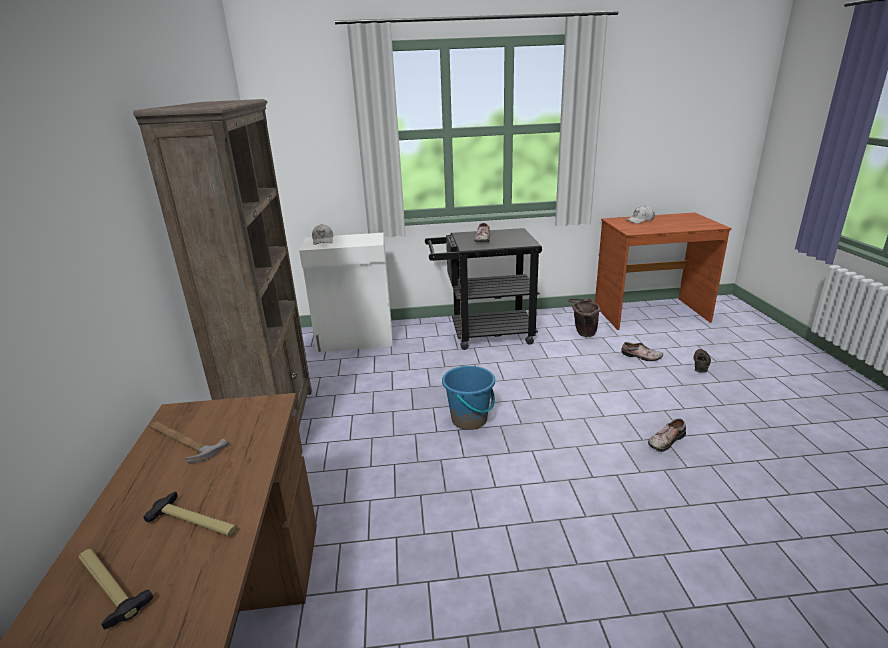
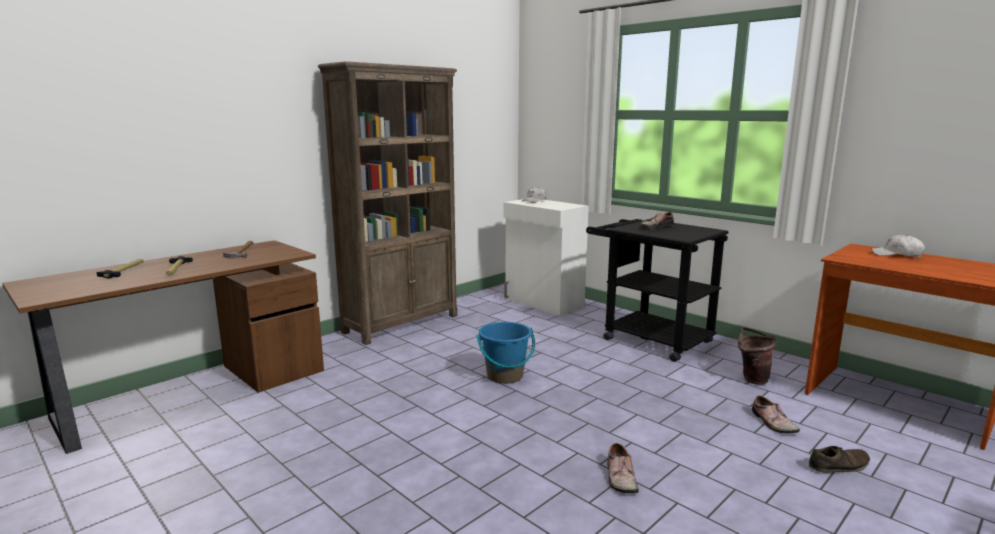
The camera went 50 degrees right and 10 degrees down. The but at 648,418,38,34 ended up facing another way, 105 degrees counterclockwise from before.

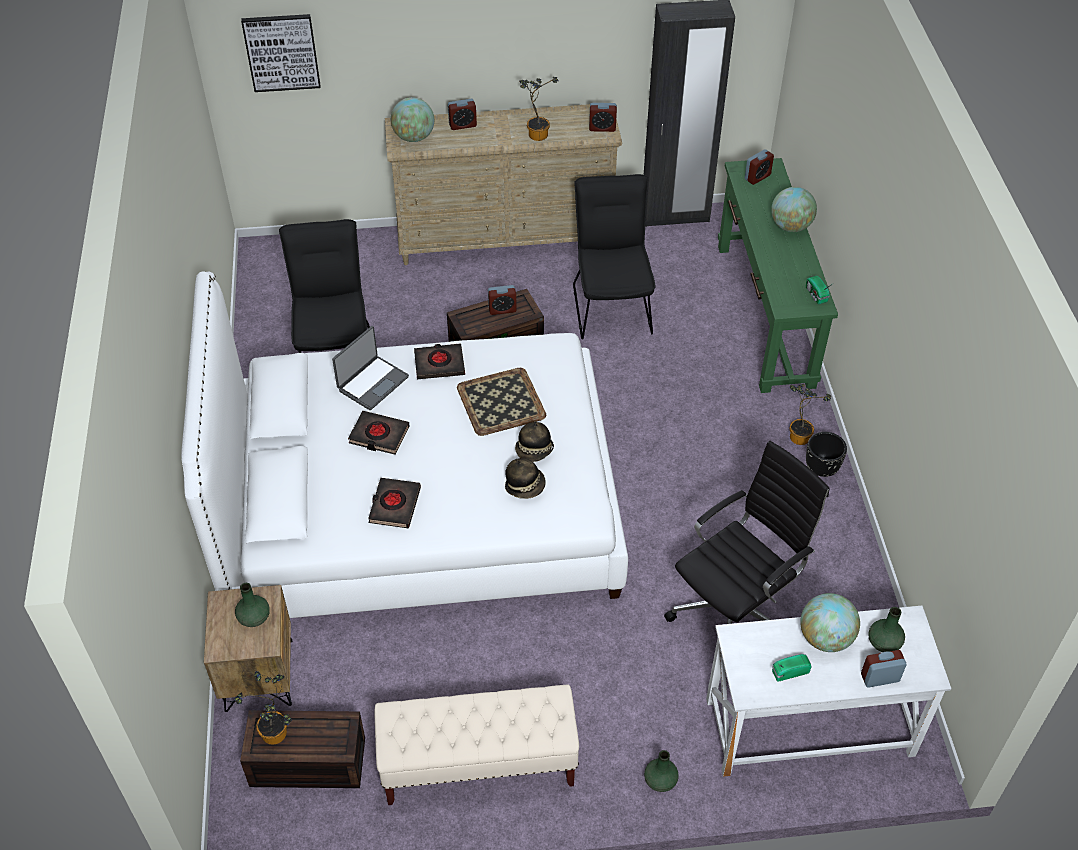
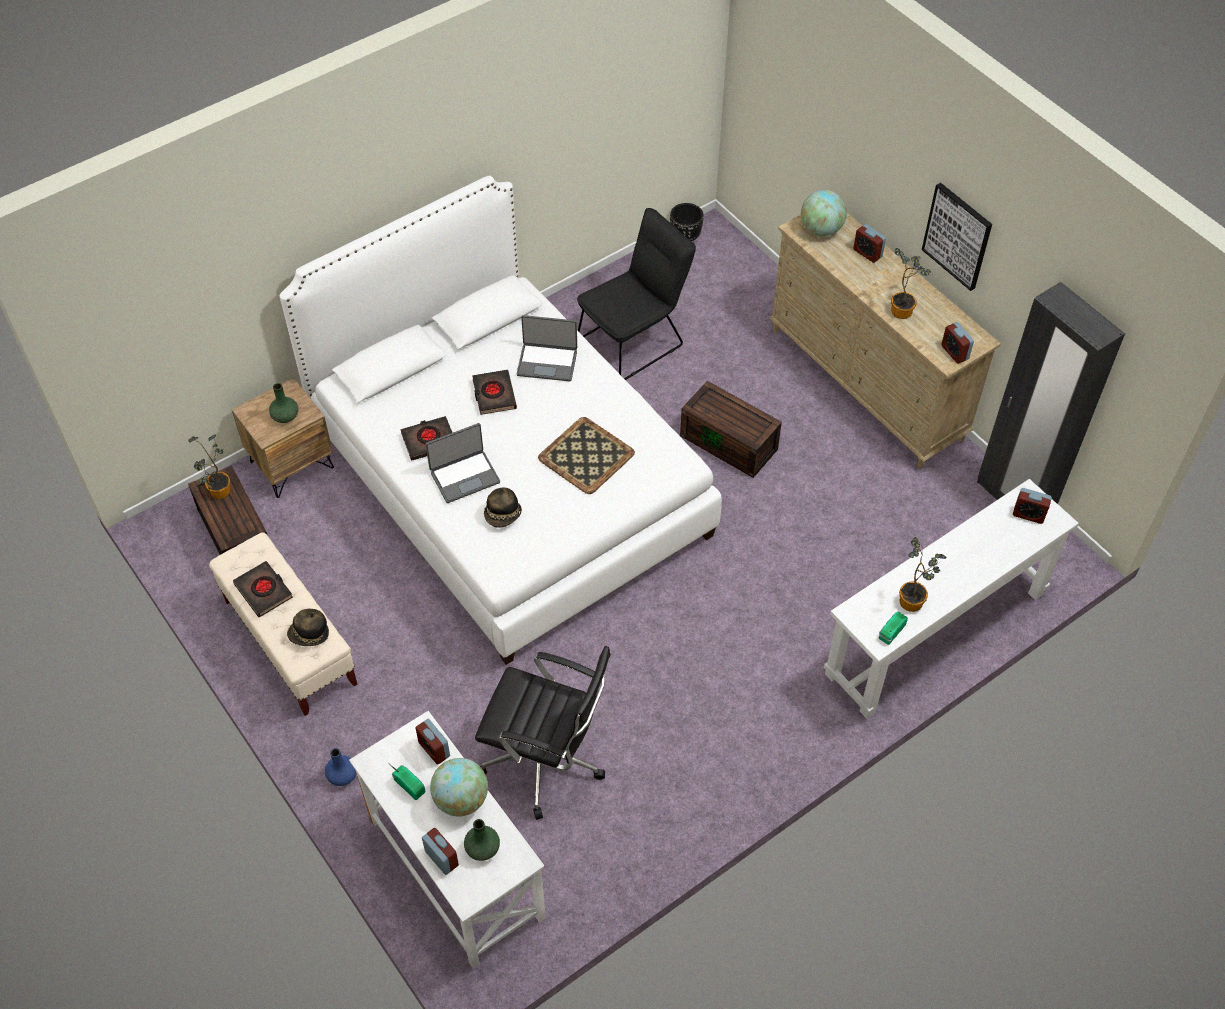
The camera went 60 degrees right and 5 degrees up. The second view lost the krzesło (czarny) at 573,174,83,165. The second view lost the globus at 771,187,46,45. The second view gained the laptop at 425,423,75,80. The obraz ended up elsewhere, having gone from 241,14,79,78 to 922,183,70,108. The książka (czarny) ended up elsewhere, having gone from 414,343,51,36 to 233,561,60,56. The budzik ended up elsewhere, having gone from 488,285,29,30 to 415,719,35,46. The kapelusz ended up elsewhere, having gone from 515,421,39,41 to 287,609,42,37. The roślina doniczkowa ended up elsewhere, having gone from 789,384,42,61 to 899,537,48,75. The donica (czarny) ended up elsewhere, having gone from 806,432,41,45 to 670,203,34,38. What was the wazon (zielony) at 644,750,35,42 turned into the wazon (niebieski) at 325,748,31,38. What was the stolik konsolowy (zielony) at 718,158,120,235 turned into the stolik konsolowy (biały) at 824,479,255,240.

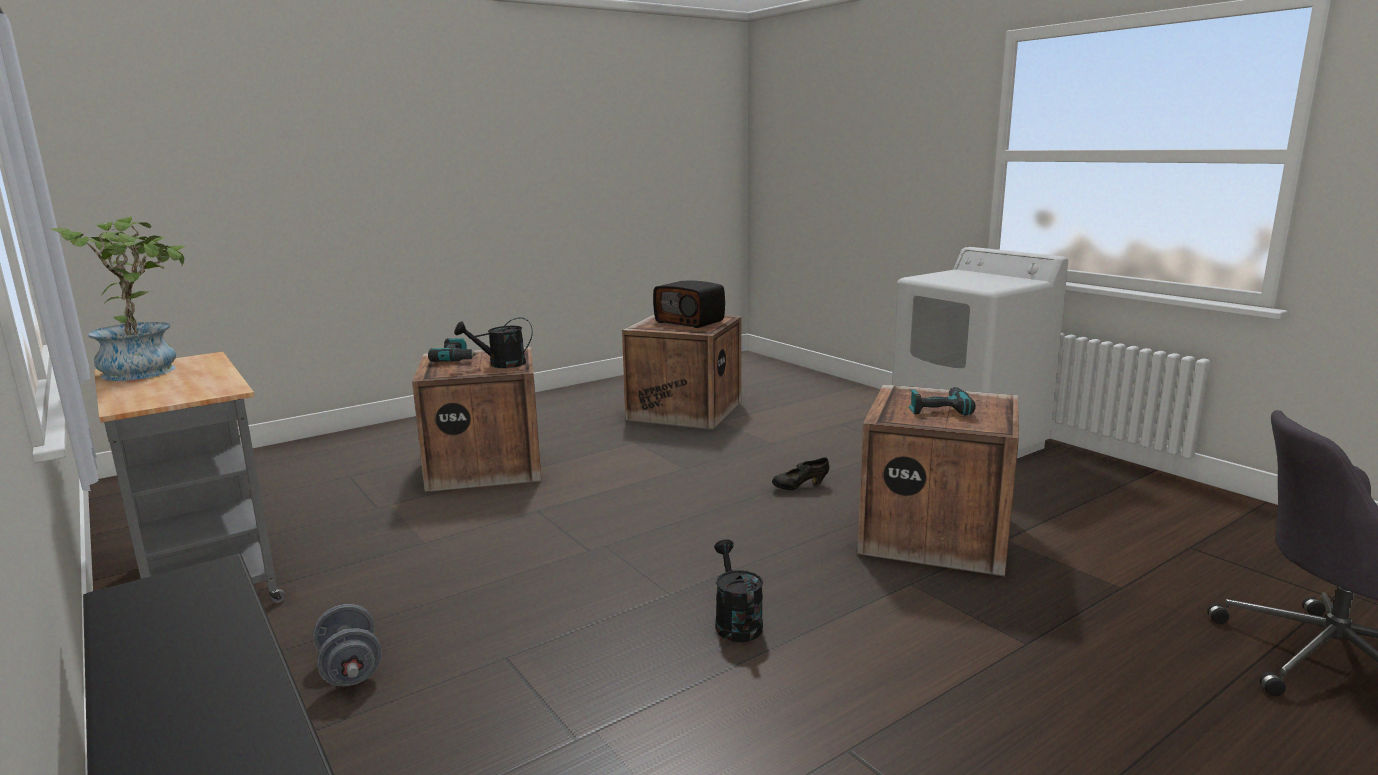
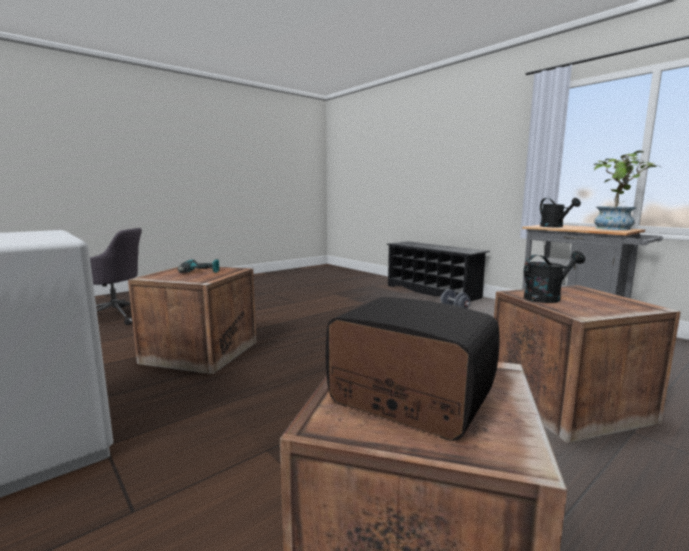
The camera went 175 degrees right and 5 degrees down. The second view lost the wiertarka at 428,338,50,24. The second view lost the but (czarny) at 772,457,57,33. The konewka (czarny) ended up elsewhere, having gone from 714,539,49,103 to 540,198,41,29.

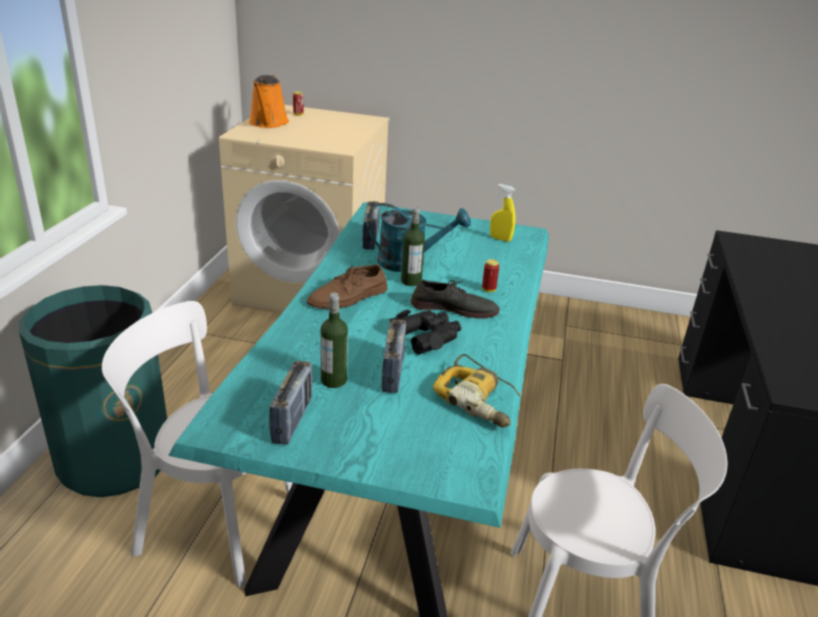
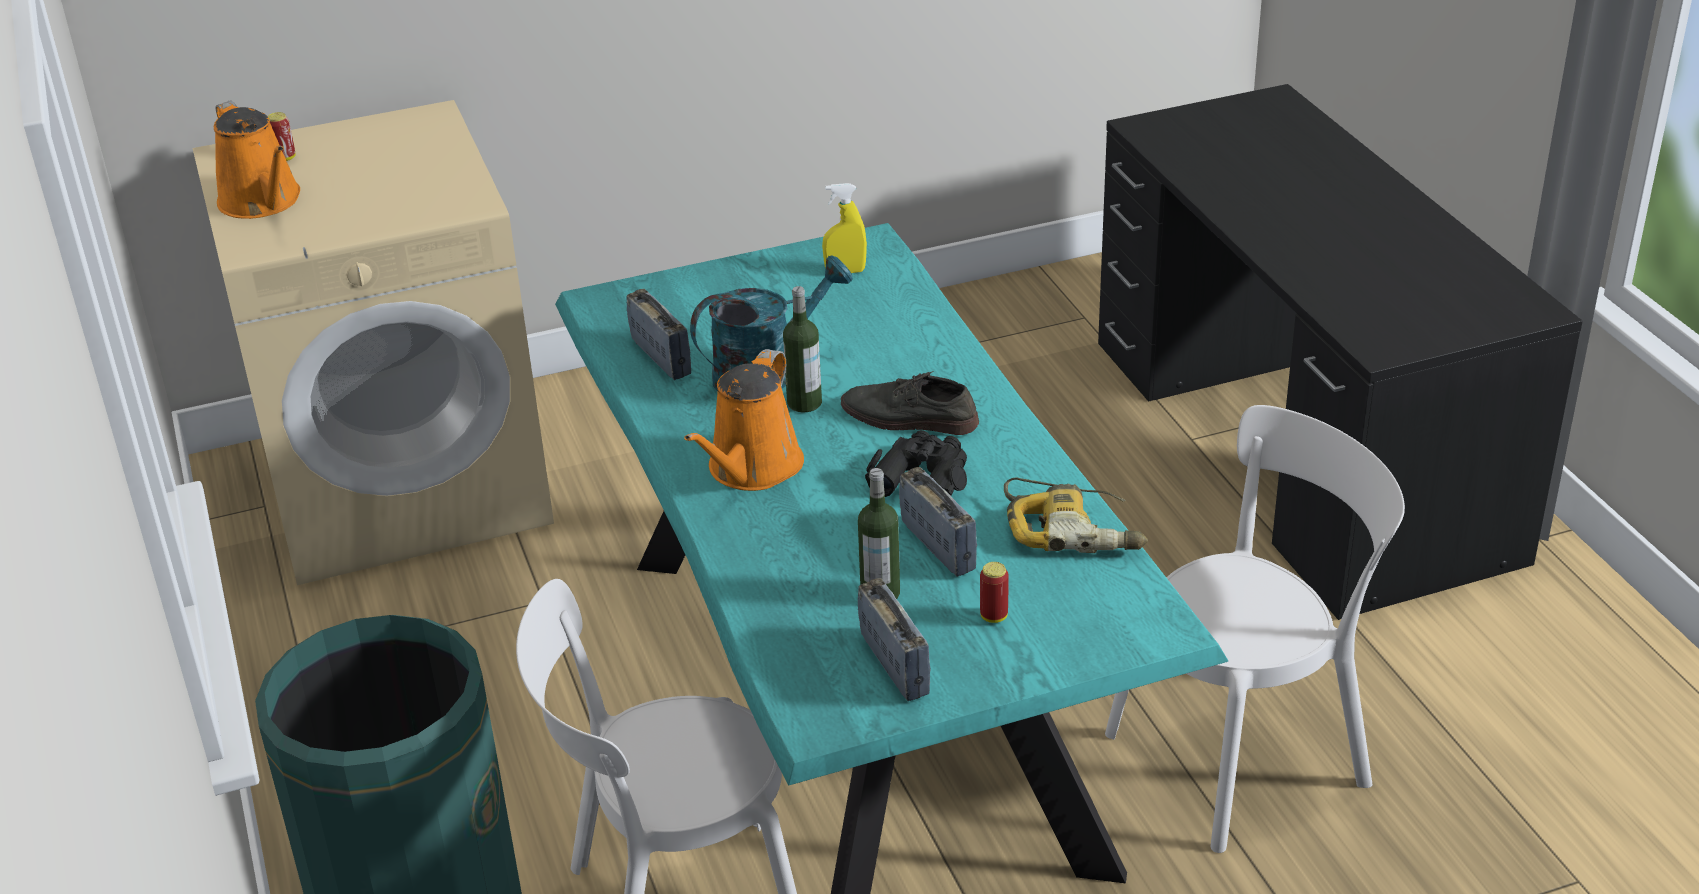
The camera went 30 degrees left and 5 degrees up. The puszka ended up elsewhere, having gone from 482,259,17,33 to 980,562,29,61. Where the but (brązowy) stood at 307,264,80,45, the konewka (pomarańczowy) came to stand at 684,349,120,142. The but (szary) at 410,279,90,40 ended up facing another way, 135 degrees counterclockwise from before.

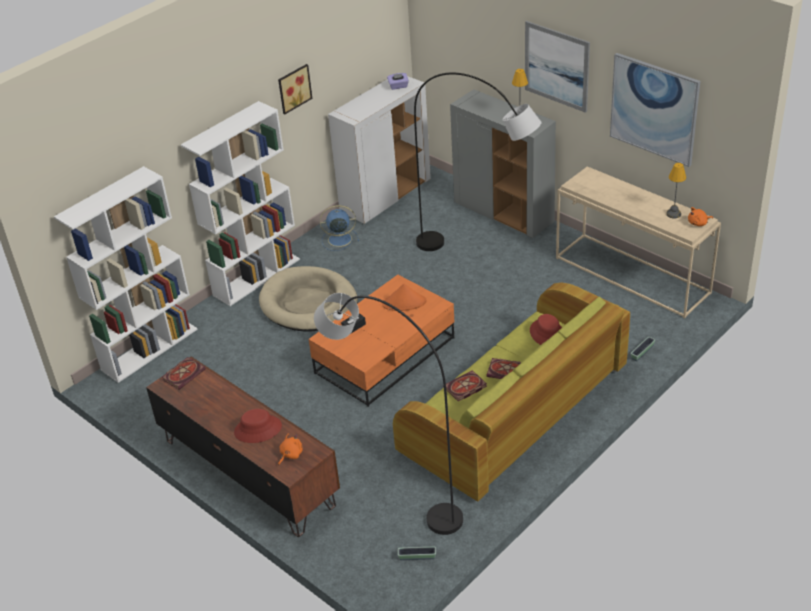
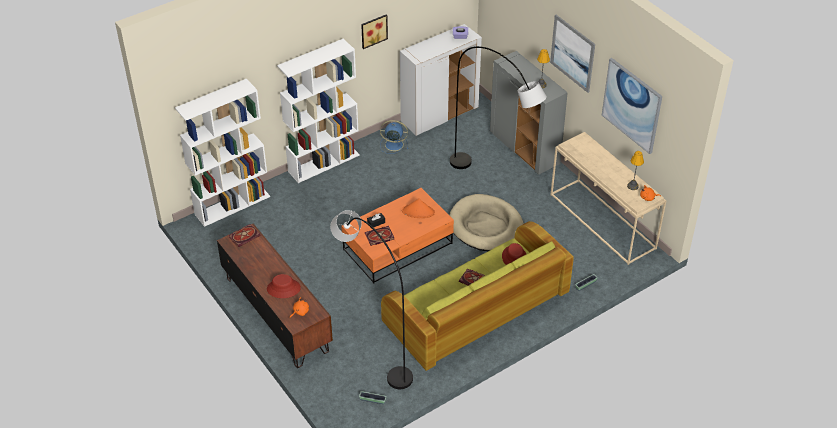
The camera went 10 degrees right and 5 degrees up. The legowisko (beżowy) ended up elsewhere, having gone from 259,266,99,66 to 449,194,75,57. The książka ended up elsewhere, having gone from 443,370,44,31 to 365,226,30,20.

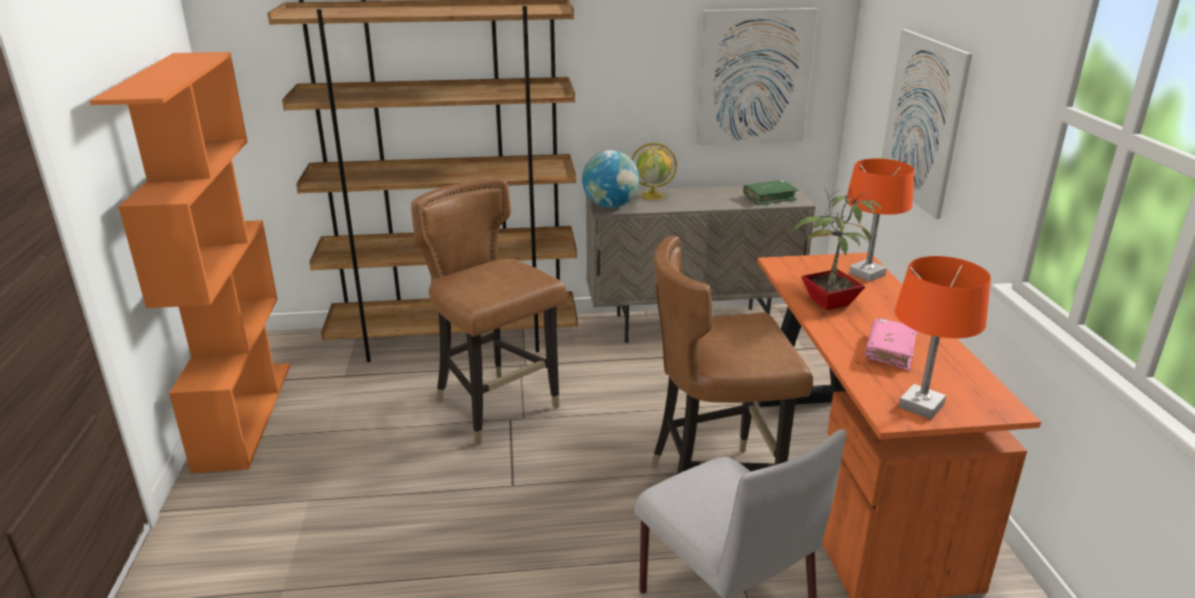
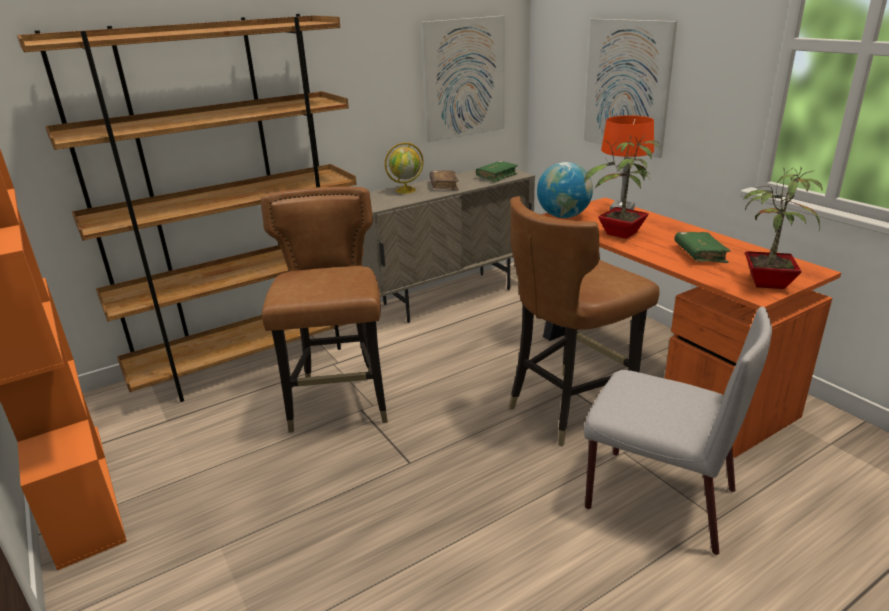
The camera went 25 degrees left and 0 degrees up. The second view gained the książka (brązowy) at 430,171,29,19. The globus ended up elsewhere, having gone from 582,150,58,58 to 537,162,56,56. Where the lampa stołowa (pomarańczowy) stood at 895,256,96,164, the roślina doniczkowa came to stand at 743,167,80,122. What was the książka (różowy) at 865,318,52,53 turned into the książka (zielony) at 674,232,57,31. The krzesło (brązowy) at 411,179,155,266 ended up facing another way, 60 degrees clockwise from before.

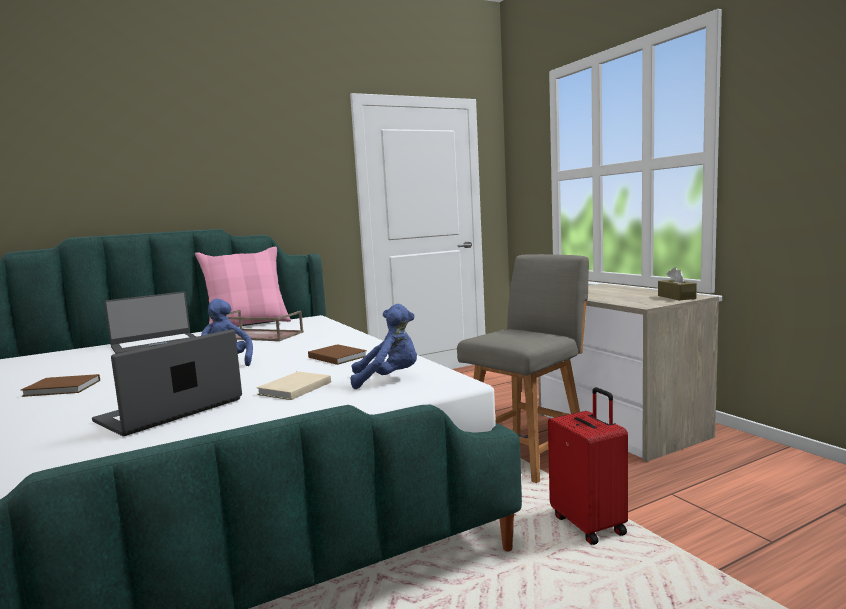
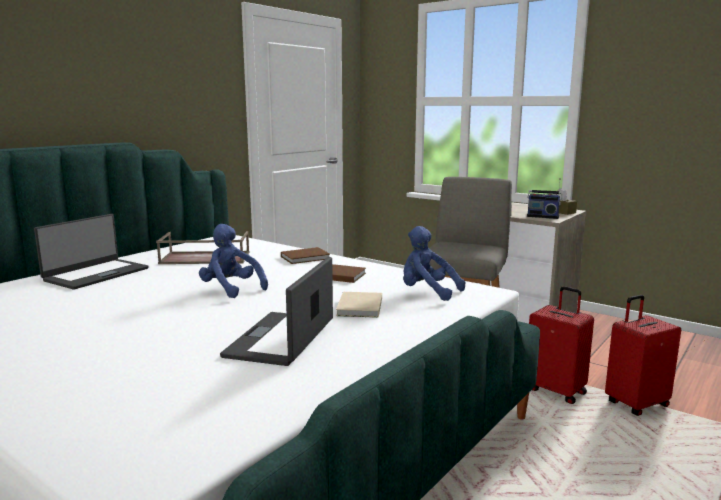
The camera went 25 degrees left and 5 degrees up. The second view lost the poduszka (różowy) at 195,247,96,79. The second view gained the radio at 527,178,35,41. The second view gained the walizka (czerwony) at 605,295,76,121. The książka (brązowy) ended up elsewhere, having gone from 21,374,79,23 to 281,247,49,17. The pluszak (niebieski) at 351,304,66,85 ended up facing another way, 120 degrees counterclockwise from before.

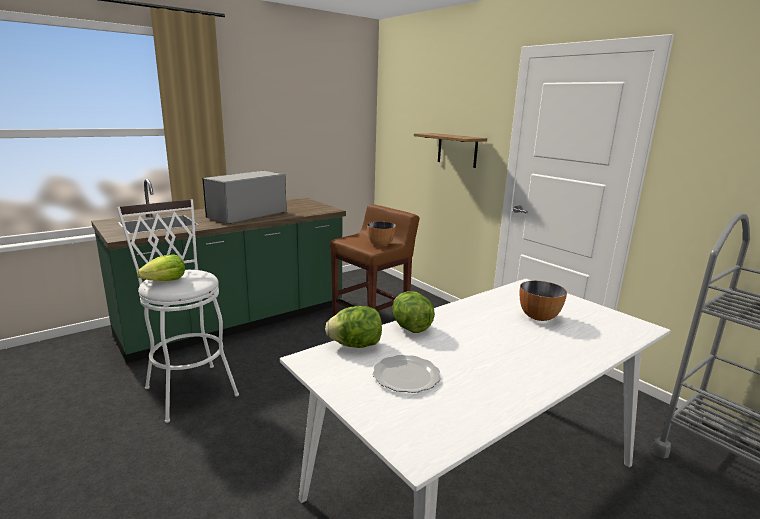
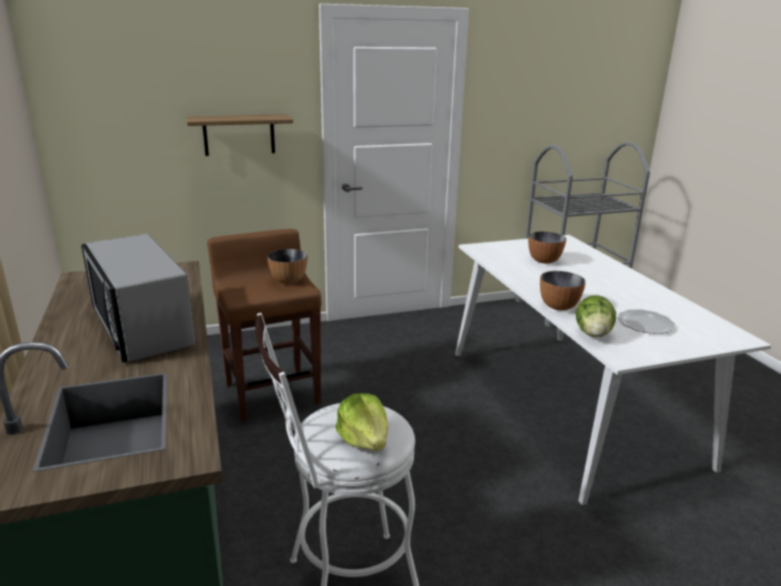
The camera went 70 degrees left and 5 degrees up. Where the sałata stood at 392,291,43,42, the miska came to stand at 540,271,46,39.

